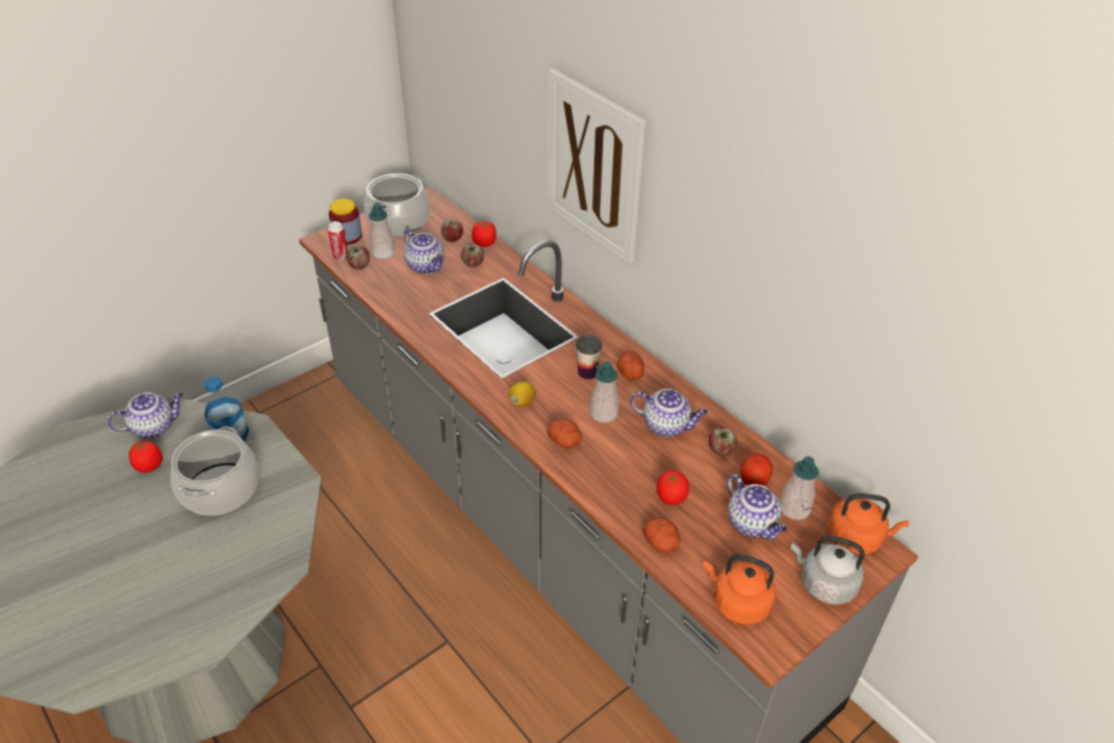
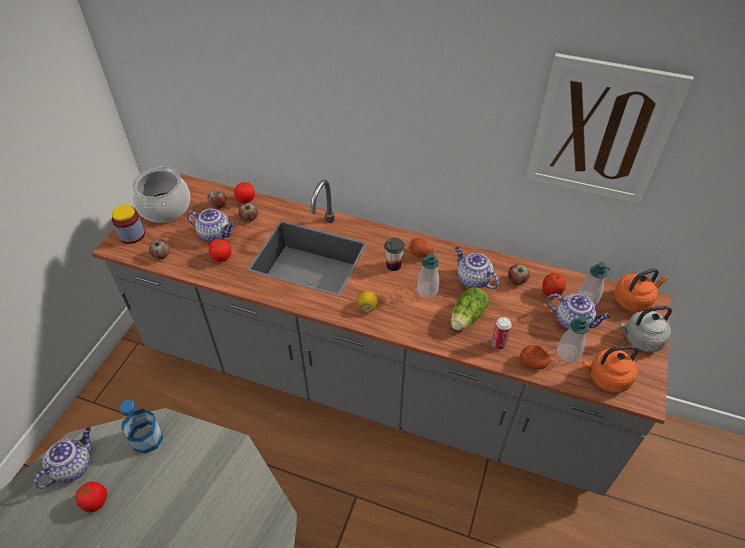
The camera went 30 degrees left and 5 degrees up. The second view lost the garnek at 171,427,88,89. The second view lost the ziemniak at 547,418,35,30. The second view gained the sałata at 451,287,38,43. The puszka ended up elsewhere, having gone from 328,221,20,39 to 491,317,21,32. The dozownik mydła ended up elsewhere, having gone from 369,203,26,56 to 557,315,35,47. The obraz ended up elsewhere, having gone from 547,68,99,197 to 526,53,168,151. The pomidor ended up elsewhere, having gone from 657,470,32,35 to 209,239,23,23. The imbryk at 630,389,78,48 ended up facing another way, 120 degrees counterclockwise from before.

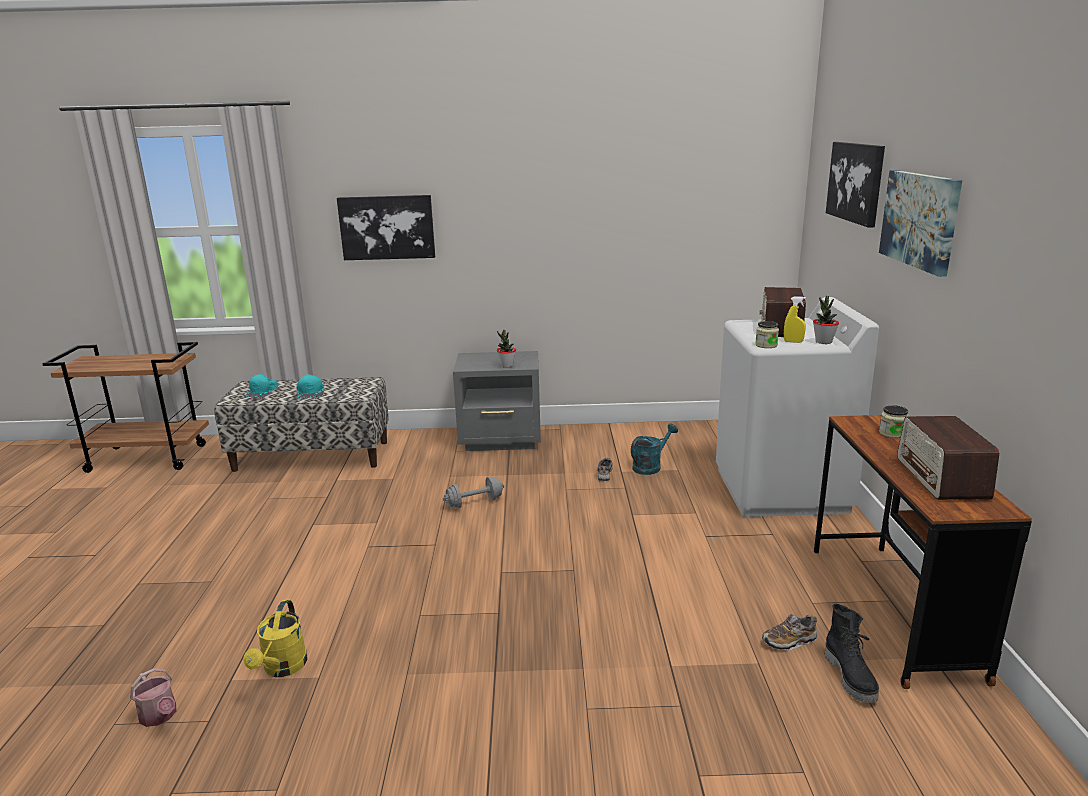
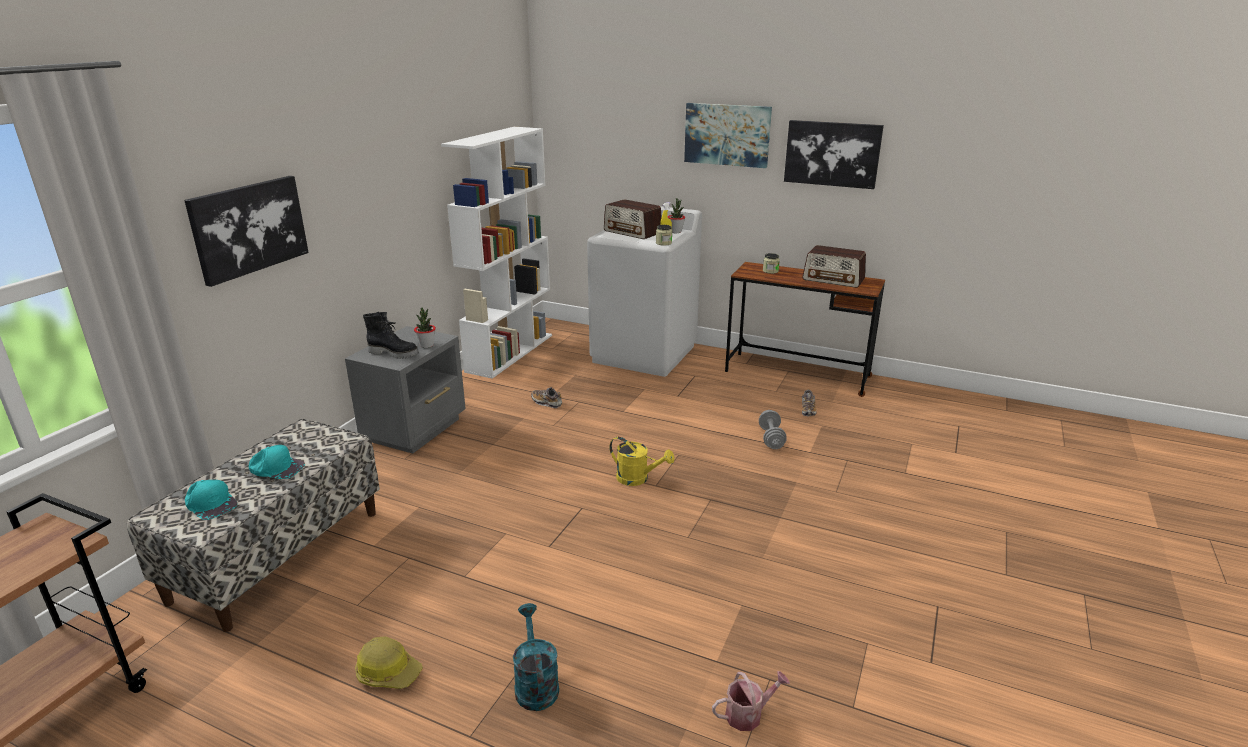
The camera went 65 degrees left and 5 degrees up. The second view gained the kask at 355,637,68,52. The second view gained the regał (biały) at 441,127,111,252. The konewka (żółty) ended up elsewhere, having gone from 243,600,64,77 to 609,437,66,49. The hantel (szary) ended up elsewhere, having gone from 443,477,61,32 to 759,410,28,39. The konewka (turkusowy) ended up elsewhere, having gone from 631,423,47,52 to 513,603,46,108. The but z cholewką (czarny) ended up elsewhere, having gone from 824,604,55,99 to 363,312,56,47. The obraz ended up elsewhere, having gone from 826,142,59,86 to 784,120,100,69.

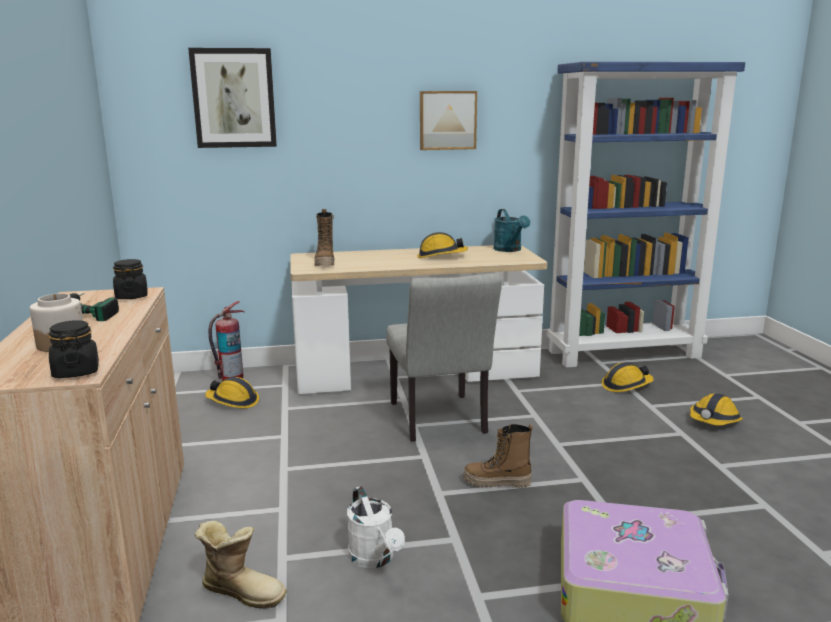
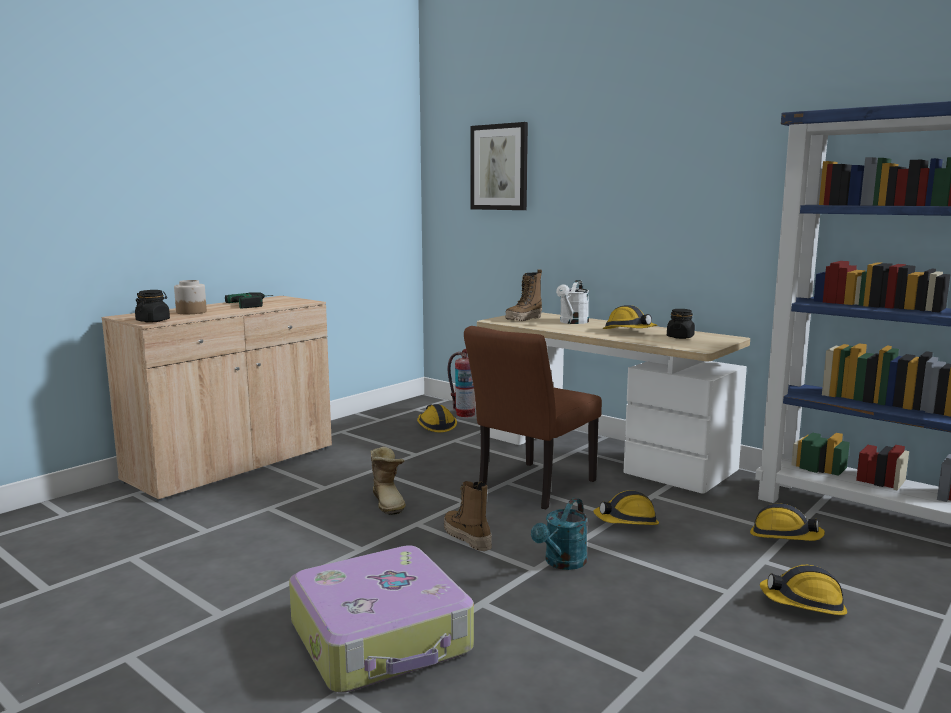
The camera went 50 degrees right and 5 degrees down. The second view lost the obraz at 420,91,57,59. The second view gained the kask at 593,491,66,34. The słoik (czarny) ended up elsewhere, having gone from 113,259,35,40 to 667,309,28,30. The but z cholewką ended up elsewhere, having gone from 194,521,93,88 to 370,447,36,68. The konewka (biały) ended up elsewhere, having gone from 347,486,58,82 to 556,280,33,44. The konewka (turkusowy) ended up elsewhere, having gone from 494,209,36,43 to 531,498,56,72. What was the krzesło (szary) at 386,273,116,169 turned into the krzesło (brązowy) at 464,326,138,183.

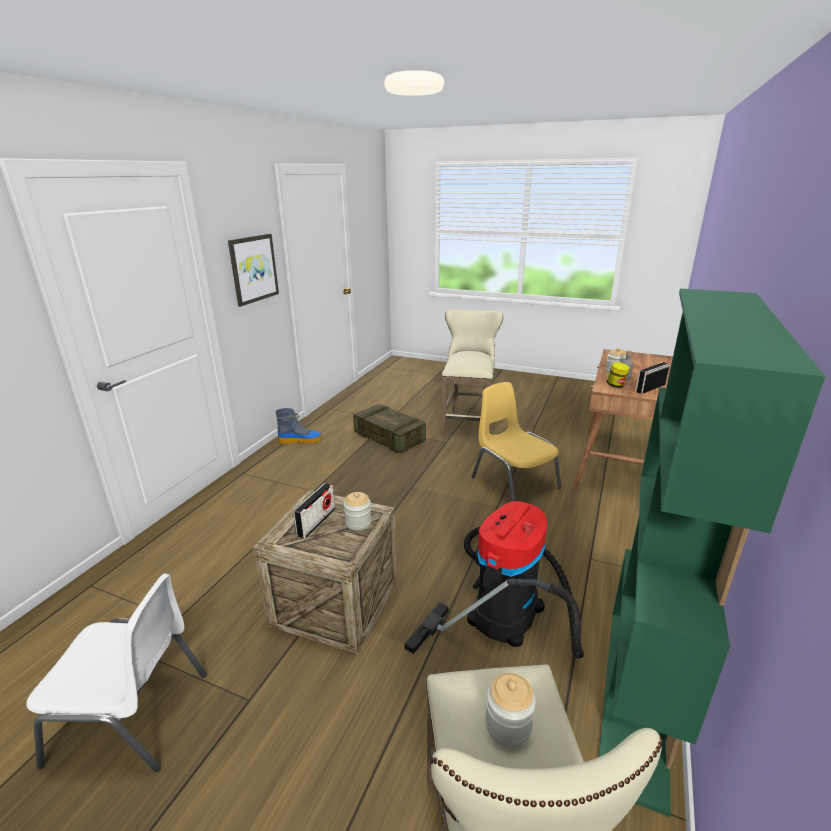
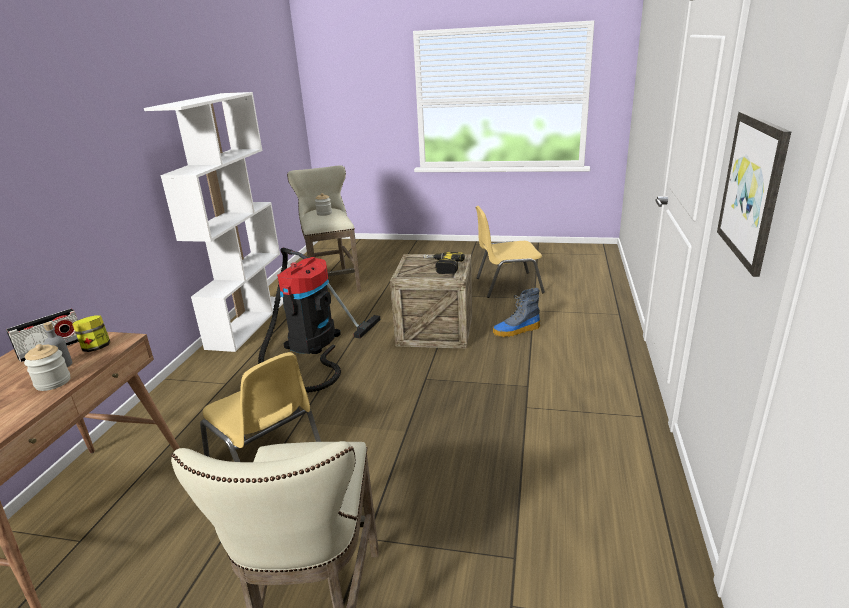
The camera went 170 degrees right and 0 degrees up. The second view lost the słoik at 344,492,28,38. The second view lost the skrzynka at 353,404,73,50. The but z cholewką ended up elsewhere, having gone from 275,408,47,36 to 493,288,47,49. Where the radio stood at 293,483,42,56, the wiertarka came to stand at 423,252,42,22. What was the krzesło (biały) at 26,573,181,199 turned into the krzesło (żółty) at 475,206,70,92. What was the regał (zielony) at 599,288,227,529 turned into the regał (biały) at 144,92,139,260.

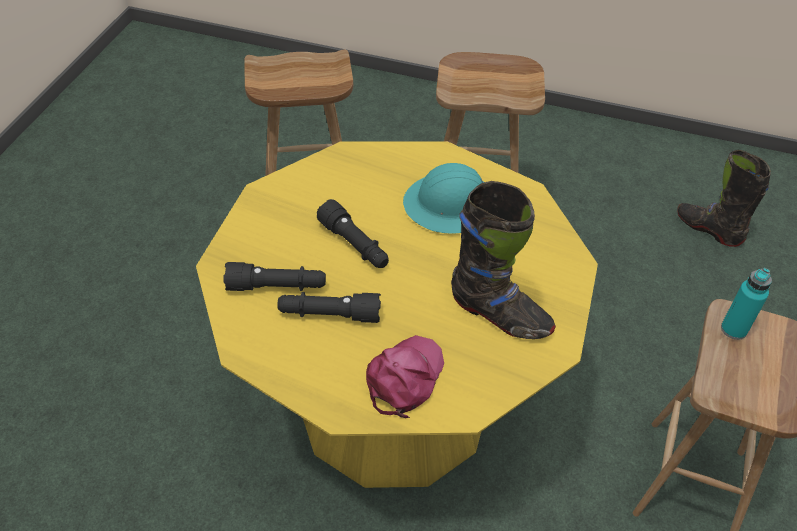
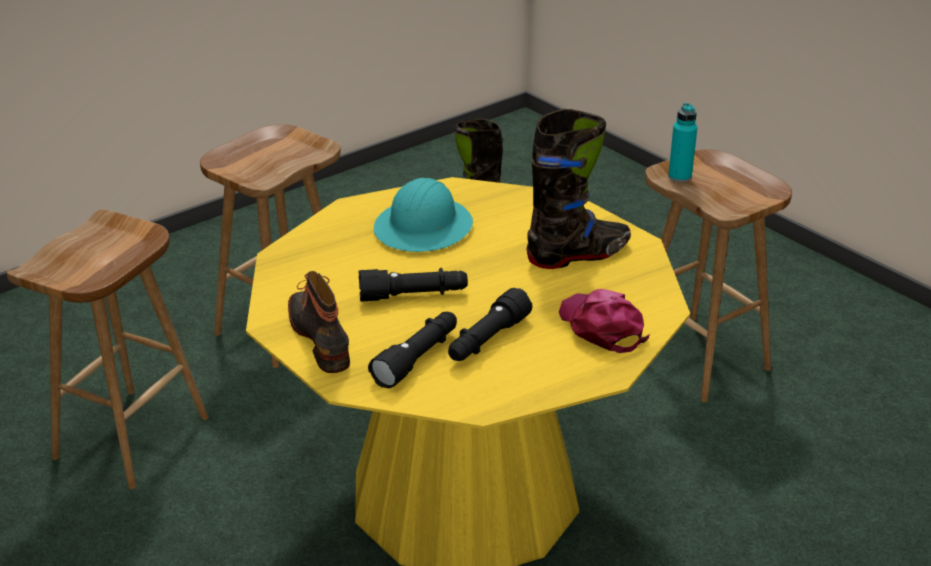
The camera went 55 degrees left and 15 degrees down. The second view gained the but z cholewką at 288,271,62,102.

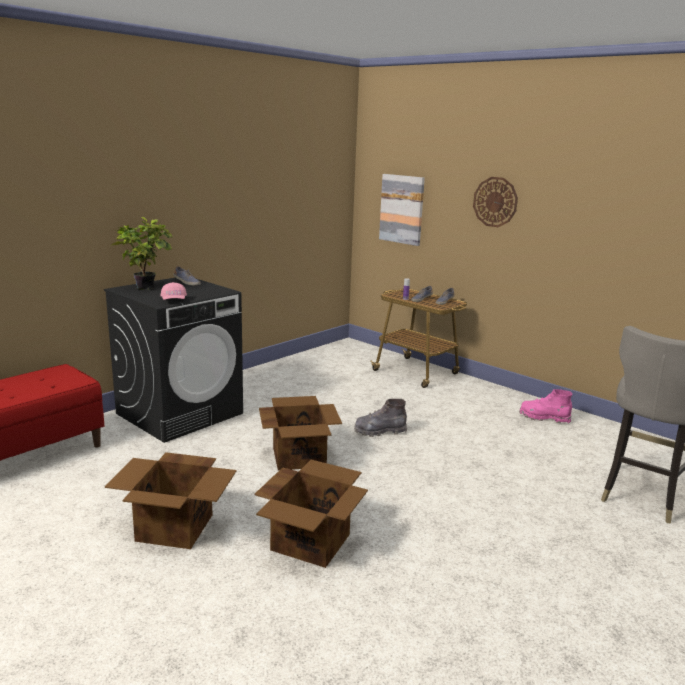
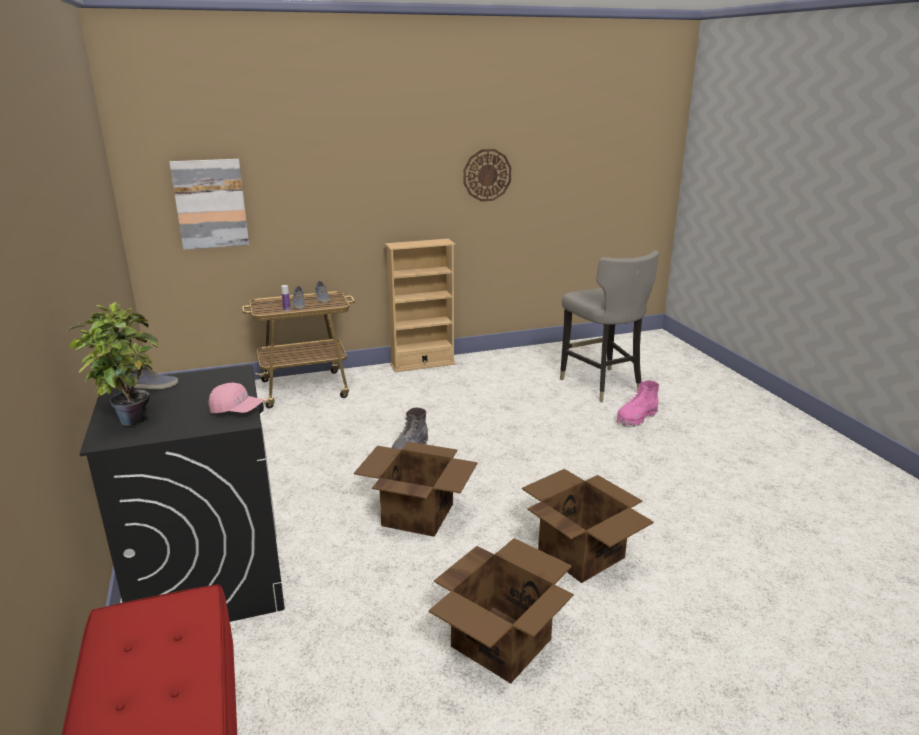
The camera went 60 degrees left and 5 degrees up. The second view gained the regał (beżowy) at 385,239,71,133. The zegar ścienny ended up elsewhere, having gone from 473,177,45,50 to 463,149,48,53. The but z cholewką (różowy) ended up elsewhere, having gone from 519,389,53,34 to 617,380,42,47.

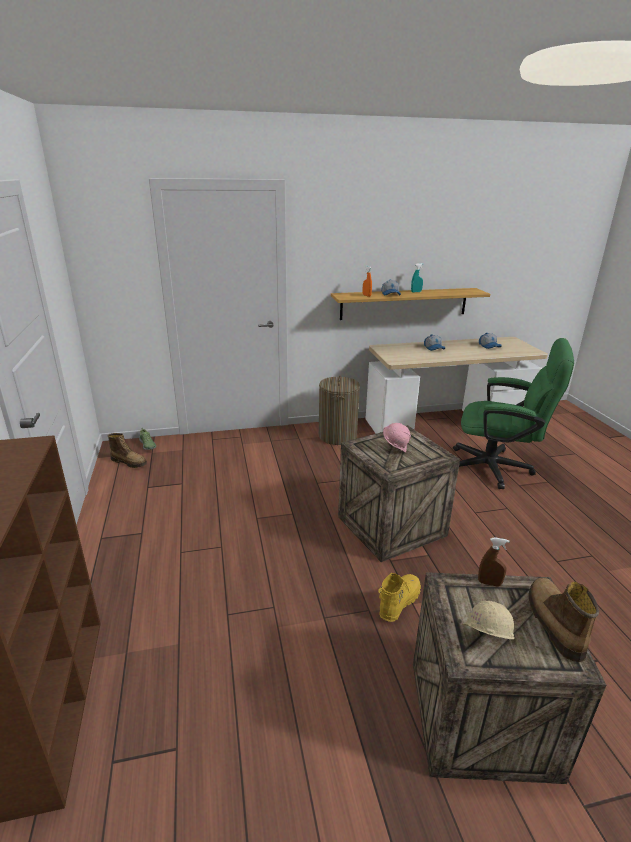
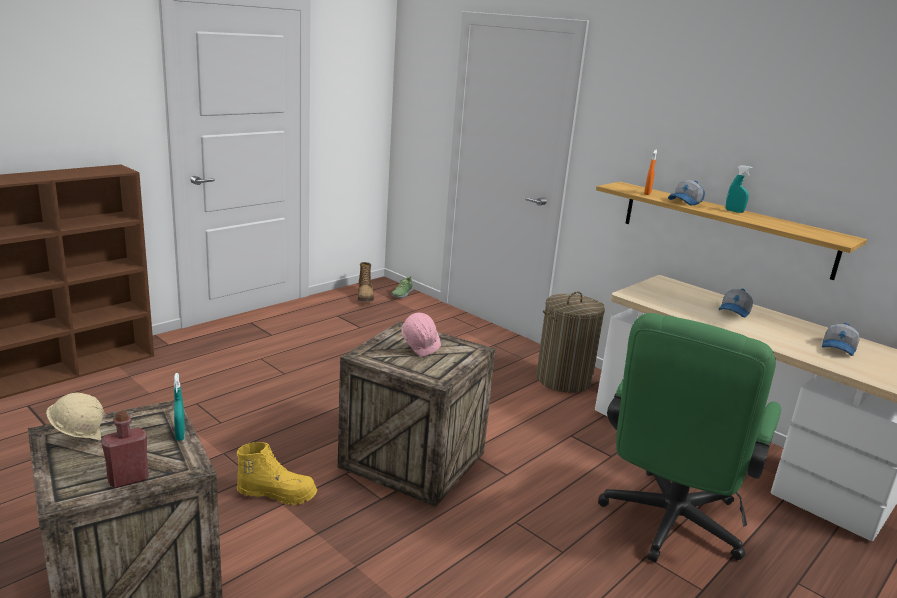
The camera went 55 degrees right and 5 degrees down. Where the but z cholewką stood at 528,578,71,84, the butelka (czerwony) came to stand at 101,411,48,77. What was the spryskiwacz (brązowy) at 478,537,32,50 turned into the spryskiwacz (turkusowy) at 174,373,11,68. The krzesło biurowe (zielony) at 453,338,121,151 ended up facing another way, 45 degrees clockwise from before.

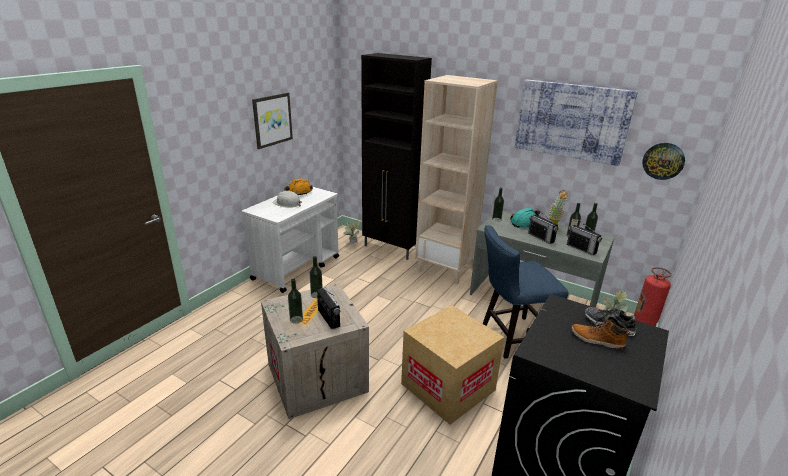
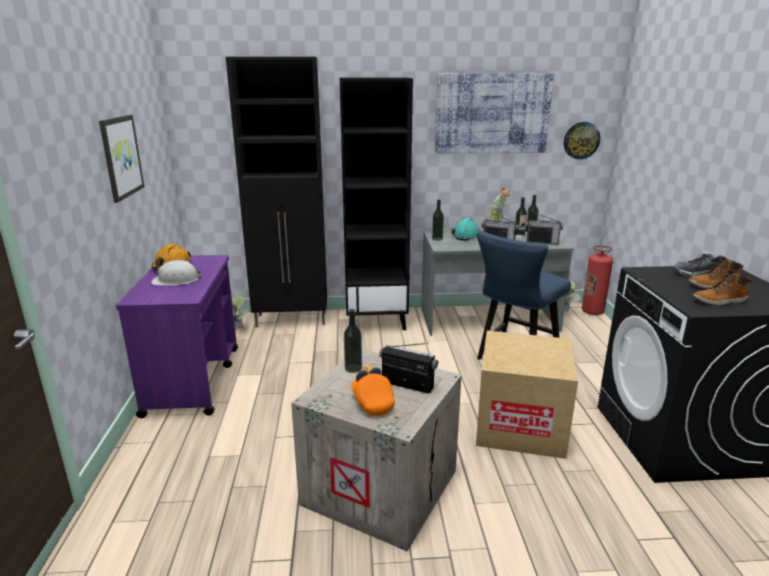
The camera went 35 degrees left and 5 degrees down. The second view gained the but z cholewką at 693,270,59,36. Where the butelka stood at 288,279,15,45, the czapka z daszkiem (pomarańczowy) came to stand at 351,367,44,48. What was the wózek (biały) at 242,187,97,106 turned into the wózek (fioletowy) at 116,255,122,163. What was the regał (beżowy) at 415,75,83,209 turned into the regał (czarny) at 340,78,73,252.

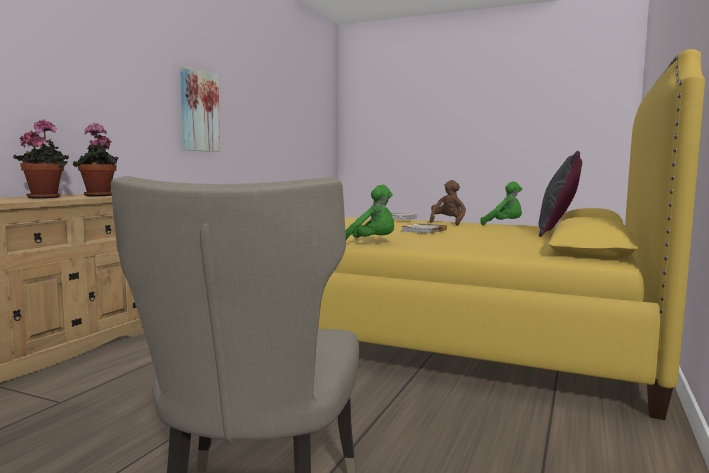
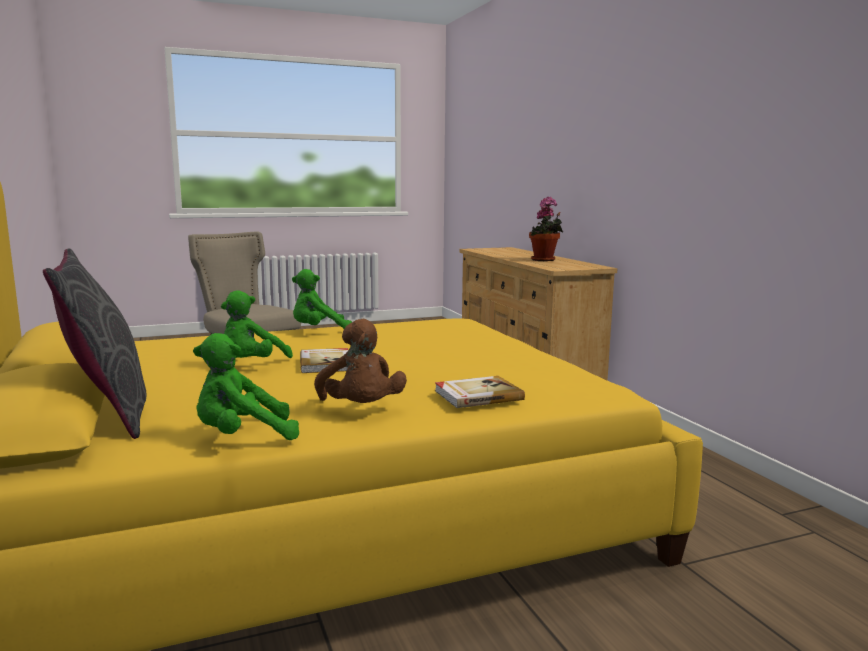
The camera went 135 degrees right and 5 degrees up. The second view lost the roślina doniczkowa at 73,123,46,73. The second view lost the obraz at 180,66,40,86. The second view gained the pluszak (zielony) at 221,290,72,68.

